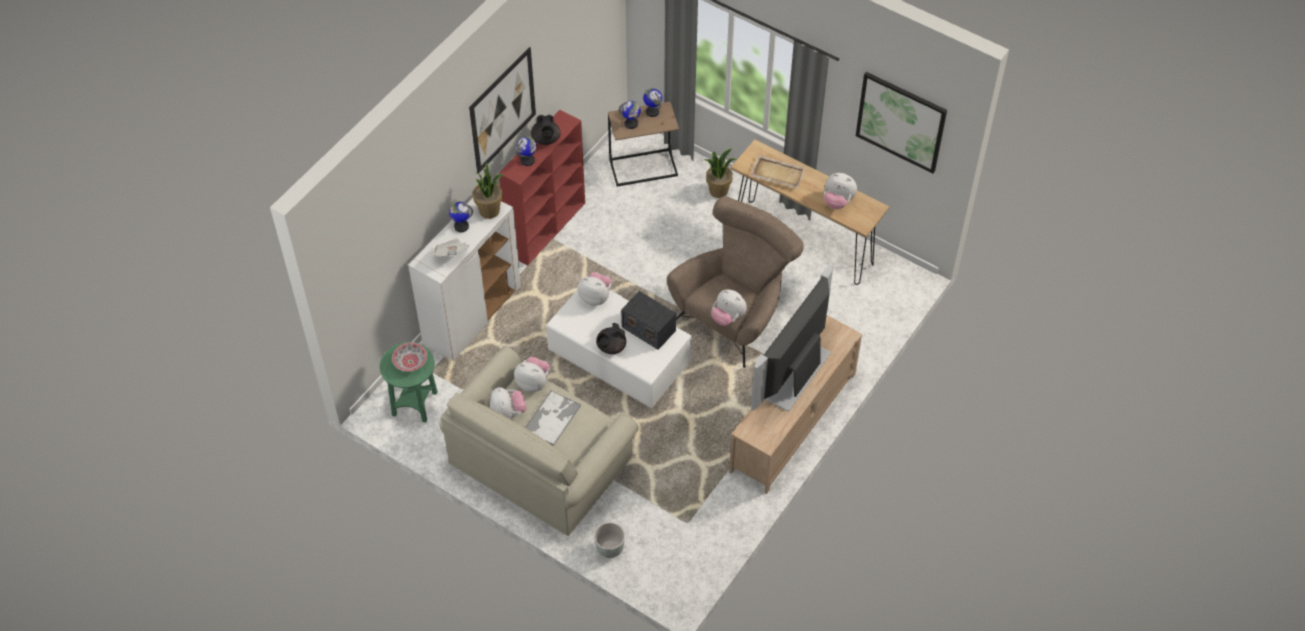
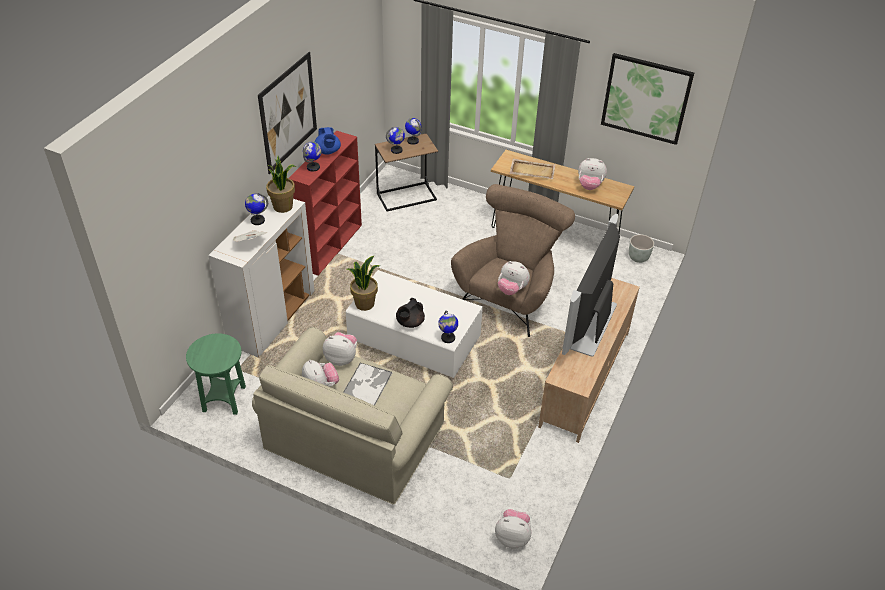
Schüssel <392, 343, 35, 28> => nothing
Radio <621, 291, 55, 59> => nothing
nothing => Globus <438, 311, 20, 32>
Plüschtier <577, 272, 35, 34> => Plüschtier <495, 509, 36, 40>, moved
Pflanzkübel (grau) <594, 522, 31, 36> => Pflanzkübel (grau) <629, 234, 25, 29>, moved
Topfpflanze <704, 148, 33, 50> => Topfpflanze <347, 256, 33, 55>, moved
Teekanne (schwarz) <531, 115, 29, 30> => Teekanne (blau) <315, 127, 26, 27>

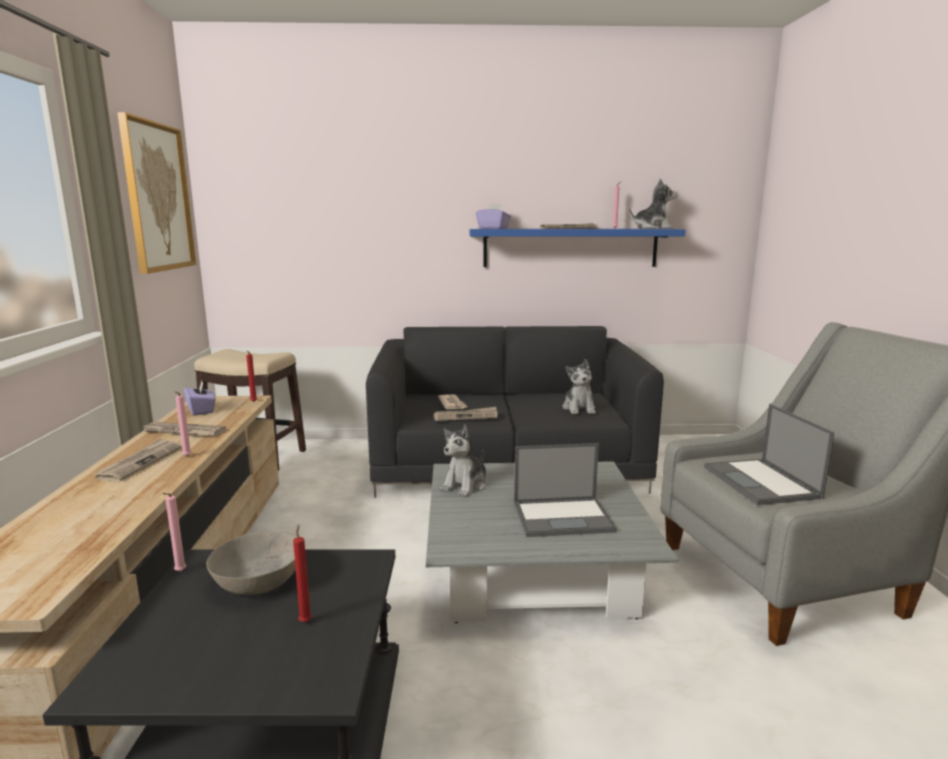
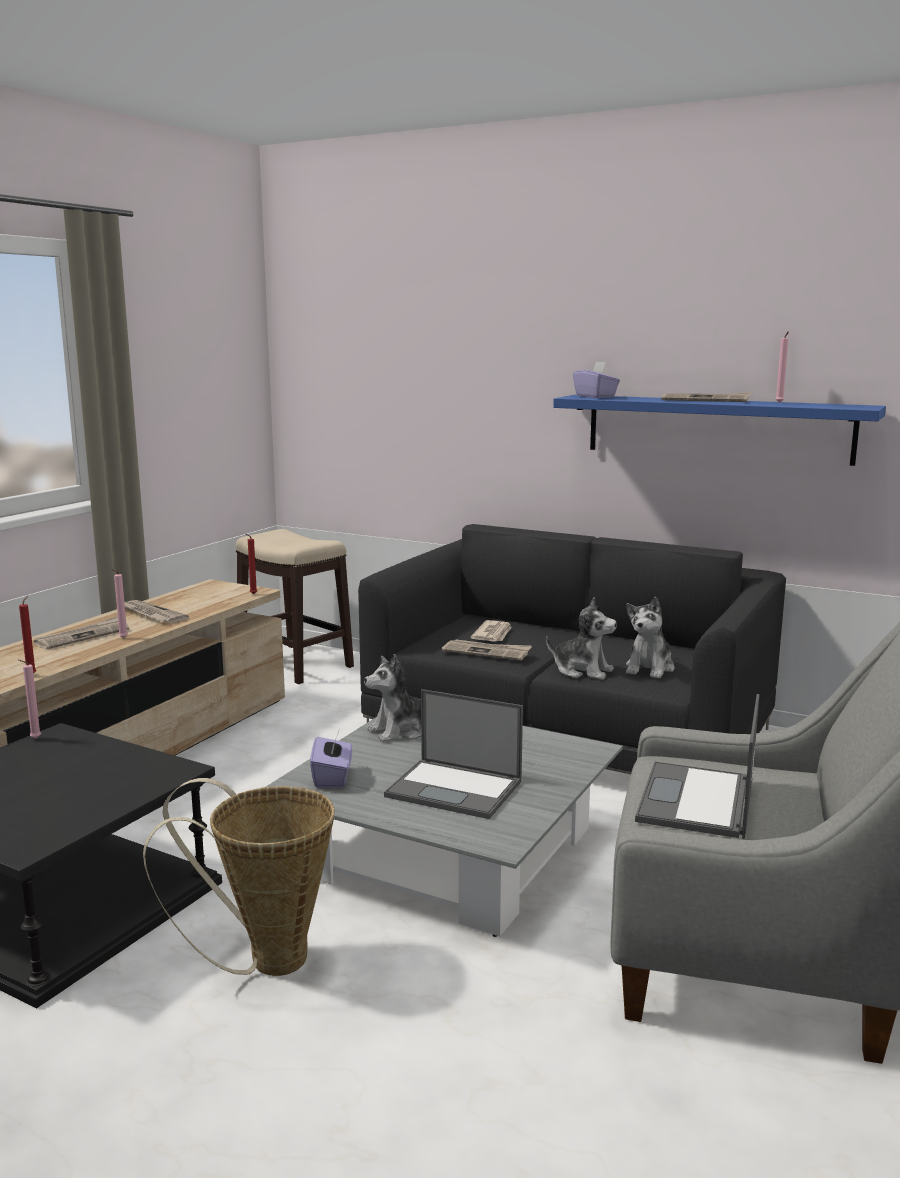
Bild <117, 112, 79, 162> => nothing
Schüssel (grau) <207, 531, 90, 64> => nothing
nothing => Korb <143, 778, 192, 198>
Taschentuchbox (lila) <184, 381, 32, 35> => Taschentuchbox (lila) <310, 732, 42, 56>, moved
Kerze (rot) <293, 524, 19, 98> => Kerze (rot) <19, 595, 17, 79>, moved
Plüschtier <629, 178, 49, 51> => Plüschtier <546, 597, 71, 83>, moved

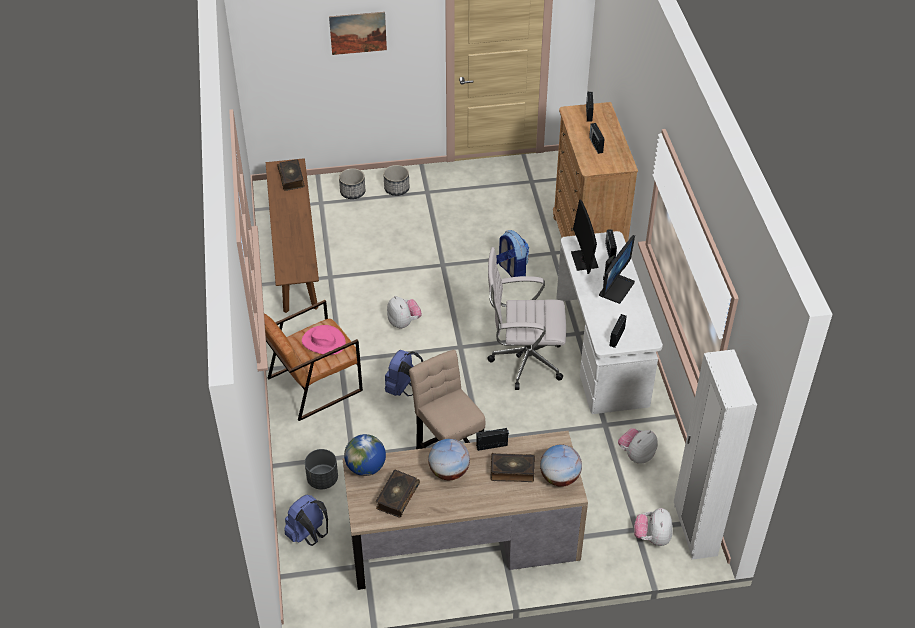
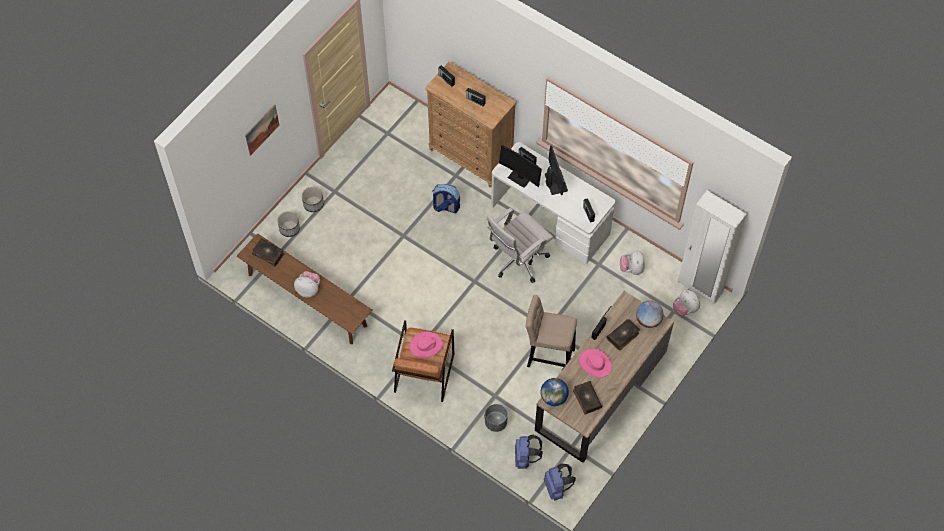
Rucksack (blau) <385, 350, 38, 46> => Rucksack (blau) <544, 463, 32, 38>, moved
Plüschtier <387, 296, 35, 33> => Plüschtier <294, 271, 26, 27>, moved
Globus <428, 439, 42, 41> => Hut (rosa) <579, 349, 33, 29>

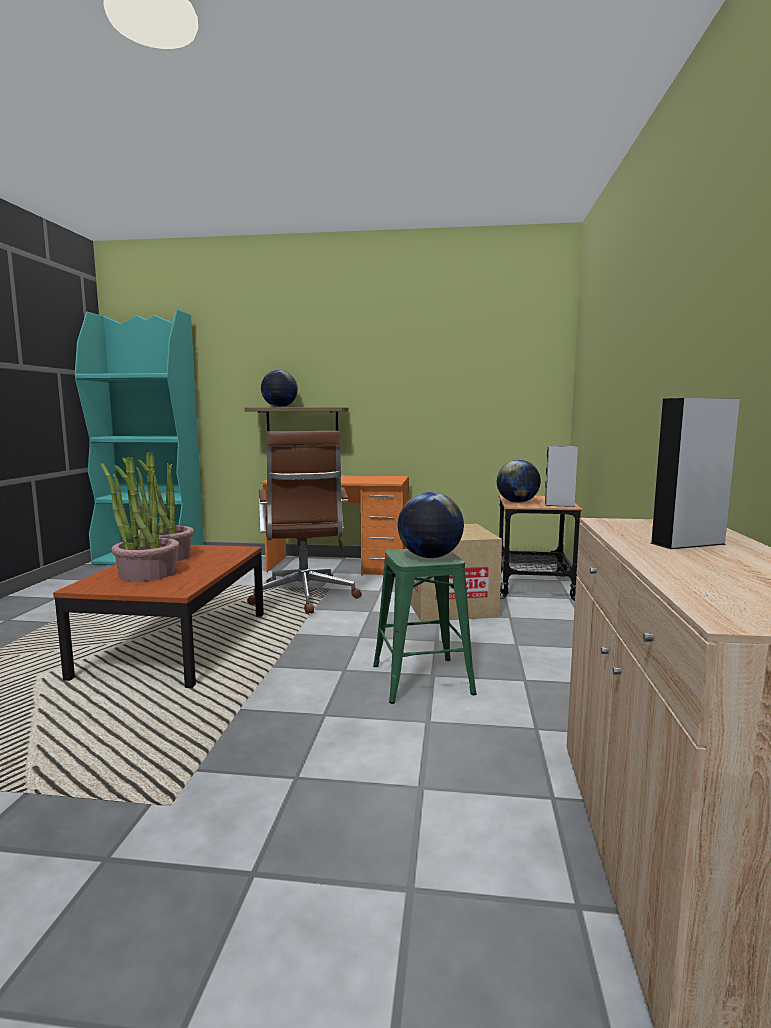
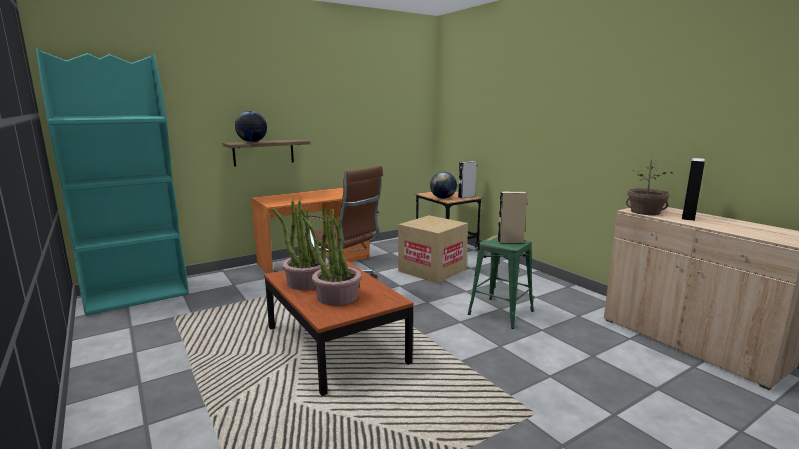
nothing => Topfpflanze <626, 157, 47, 58>
Globus <398, 492, 66, 66> => Lautsprecher (beige) <498, 191, 29, 53>

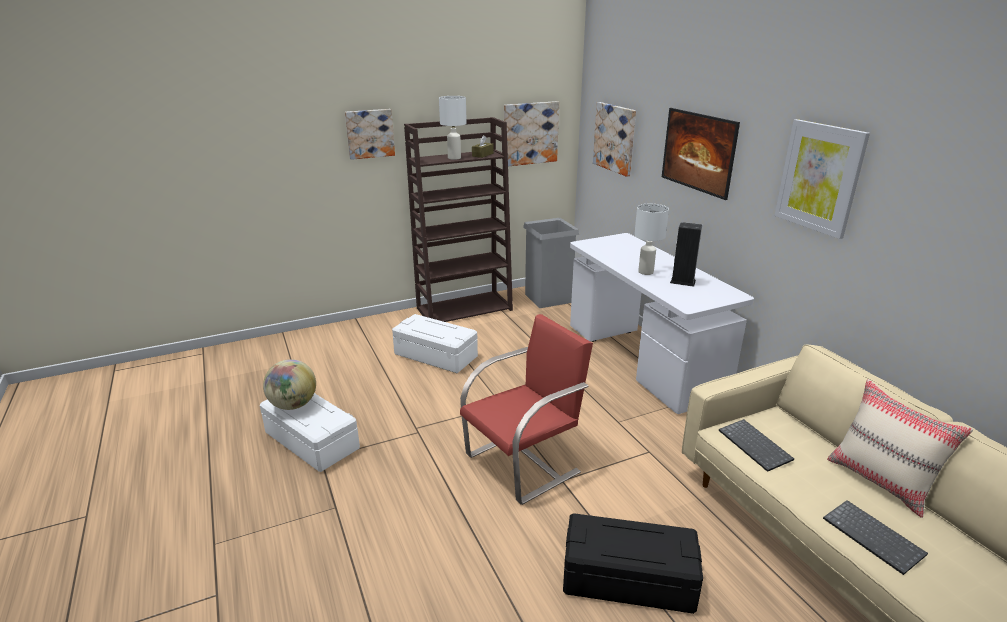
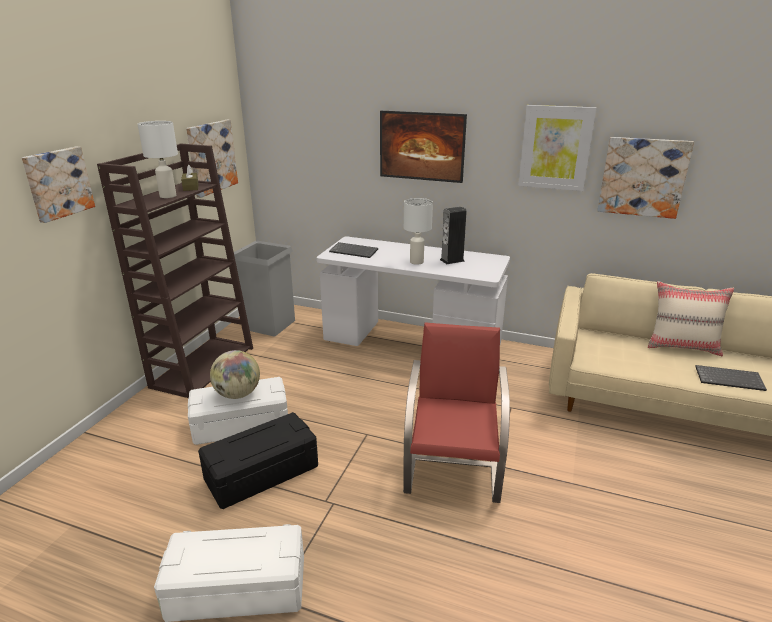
Globus <263, 359, 53, 51> => Globus <210, 350, 50, 49>, moved
Aufbewahrungsbox (schwarz) <563, 513, 140, 101> => Aufbewahrungsbox (schwarz) <198, 412, 120, 97>, moved
Bild <593, 102, 43, 75> => Bild <597, 137, 97, 82>, moved
Tastatur <719, 419, 75, 53> => Tastatur <329, 242, 49, 16>, moved

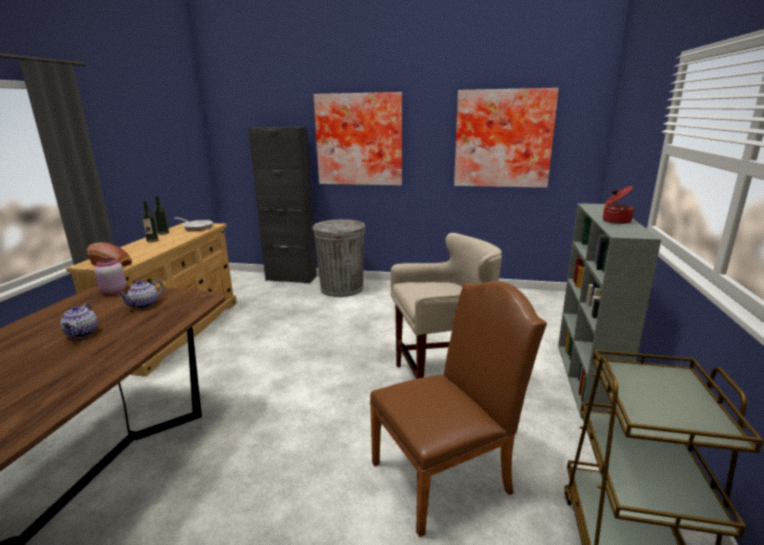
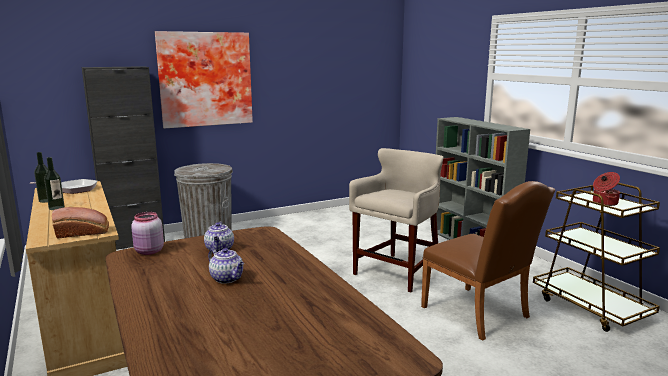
Bild <454, 88, 105, 100> => nothing
Kochtopf <603, 186, 32, 38> => Kochtopf <593, 172, 27, 34>, moved
Stuhl (braun) <369, 281, 178, 256> => Stuhl (braun) <421, 181, 134, 160>, 120 degrees clockwise

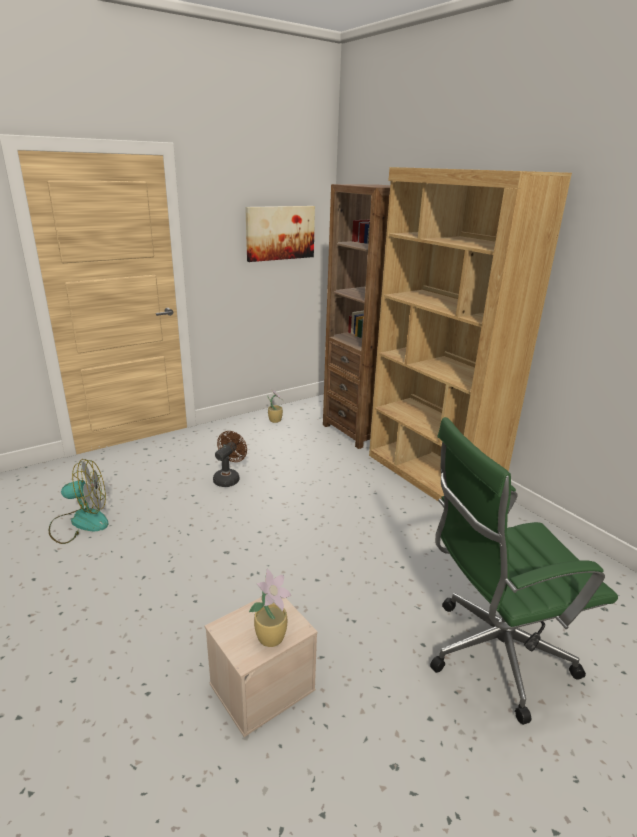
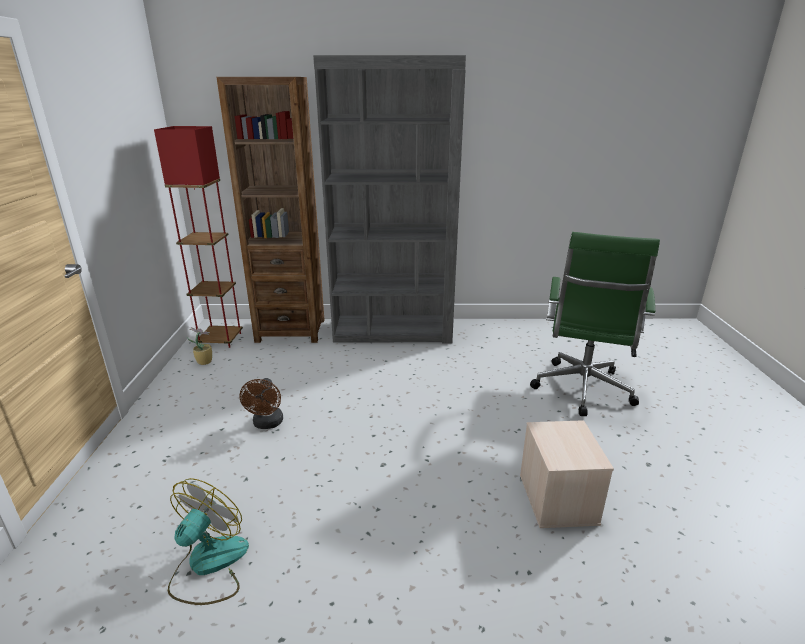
Bild <245, 206, 70, 56> => nothing
Topfpflanze <249, 569, 42, 78> => nothing
nothing => Stehlampe (rot) <154, 126, 89, 222>
Bücherregal (braun) <369, 167, 203, 335> => Bücherregal (grau) <313, 55, 153, 288>
Ventilator (braun) <213, 431, 34, 56> => Ventilator (braun) <239, 378, 44, 51>, 150 degrees counterclockwise

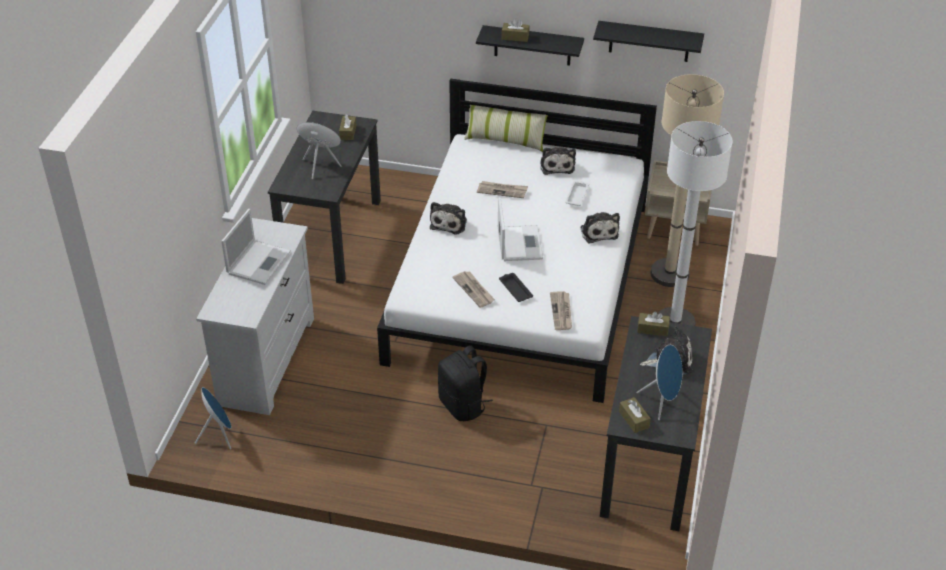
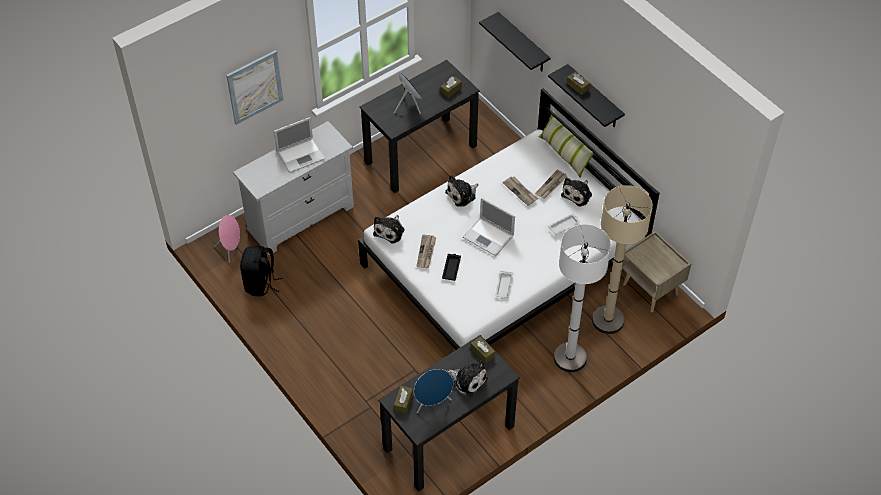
nothing => Bild <226, 50, 57, 75>
nothing => Tablett (weiß) <495, 271, 19, 28>
Rucksack (schwarz) <438, 345, 55, 76> => Rucksack (schwarz) <240, 247, 43, 49>, moved
Zeitung <550, 291, 22, 39> => Zeitung <535, 170, 32, 29>, moved
Plüschtier <580, 212, 40, 31> => Plüschtier <373, 215, 31, 29>, moved
Wandregal (schwarz) <593, 21, 111, 41> => Wandregal (schwarz) <479, 12, 72, 60>, moved
Lautsprecher (blau) <195, 387, 36, 62> => Lautsprecher (rosa) <214, 215, 26, 48>
Laptop <498, 197, 45, 64> => Laptop <463, 198, 52, 58>, 90 degrees clockwise

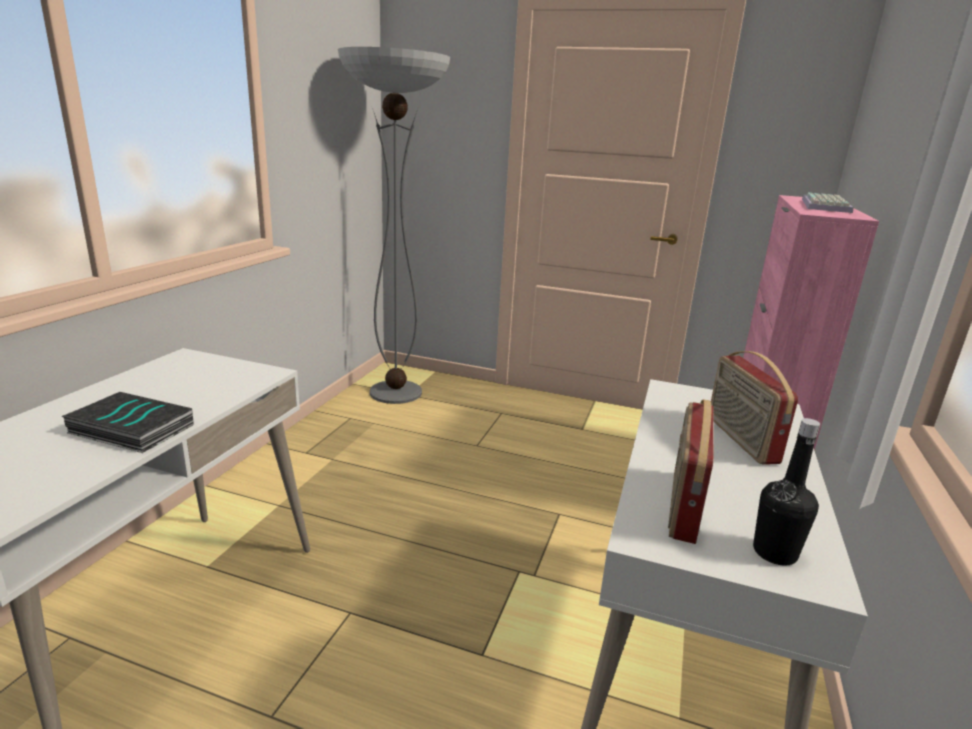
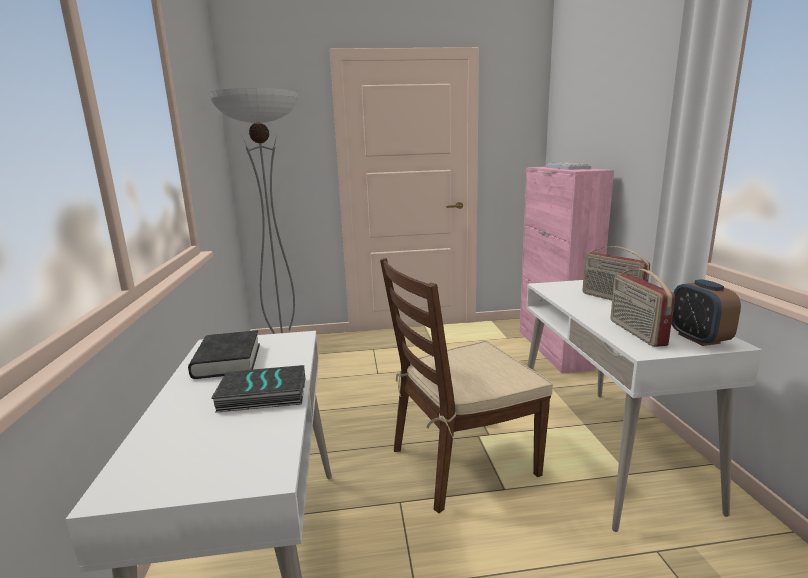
nothing => Buch (schwarz) <188, 330, 72, 49>
nothing => Stuhl (braun) <380, 258, 173, 255>
Flasche (schwarz) <753, 418, 67, 148> => Wecker <671, 279, 70, 67>

